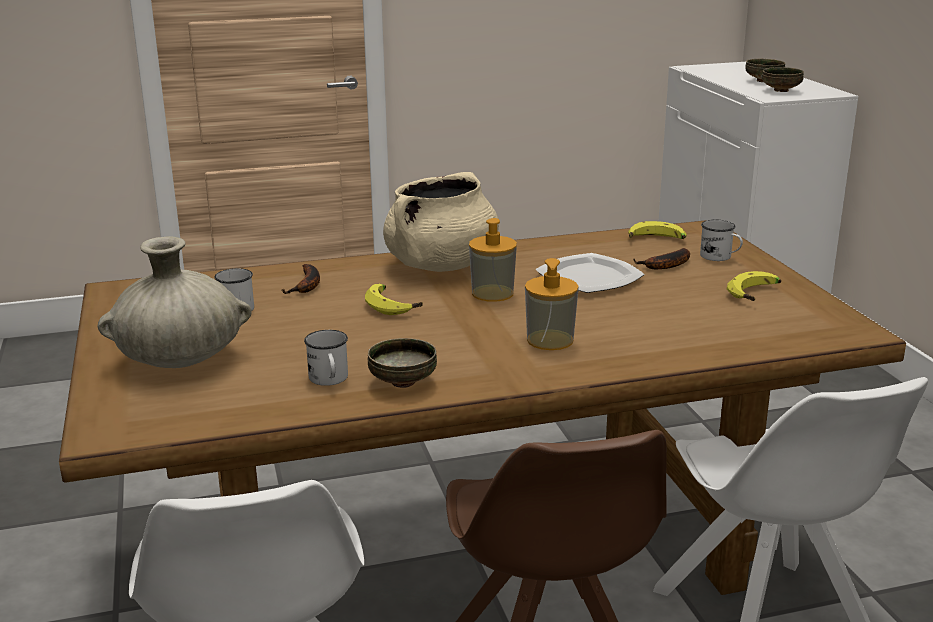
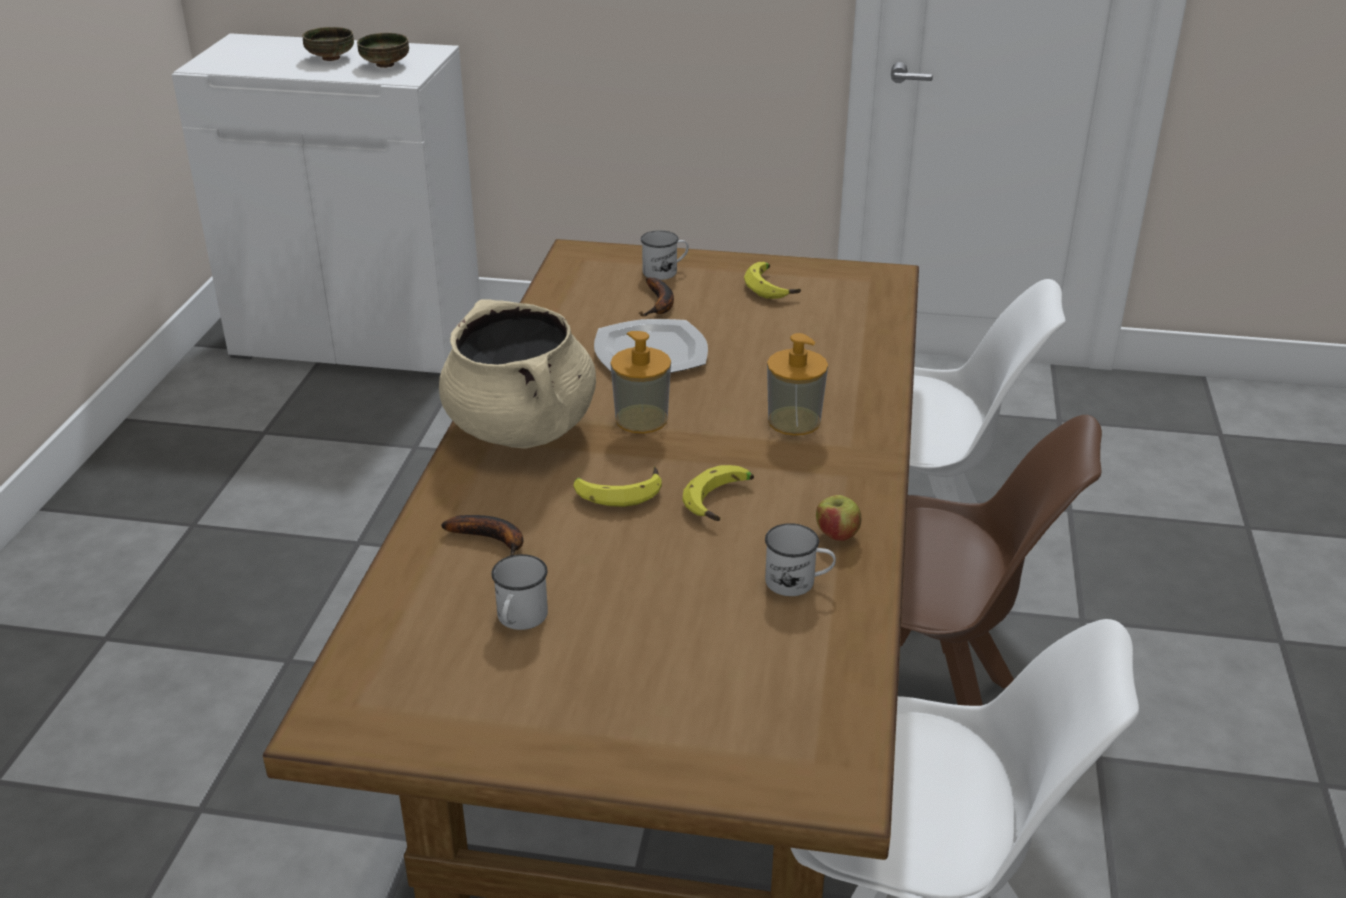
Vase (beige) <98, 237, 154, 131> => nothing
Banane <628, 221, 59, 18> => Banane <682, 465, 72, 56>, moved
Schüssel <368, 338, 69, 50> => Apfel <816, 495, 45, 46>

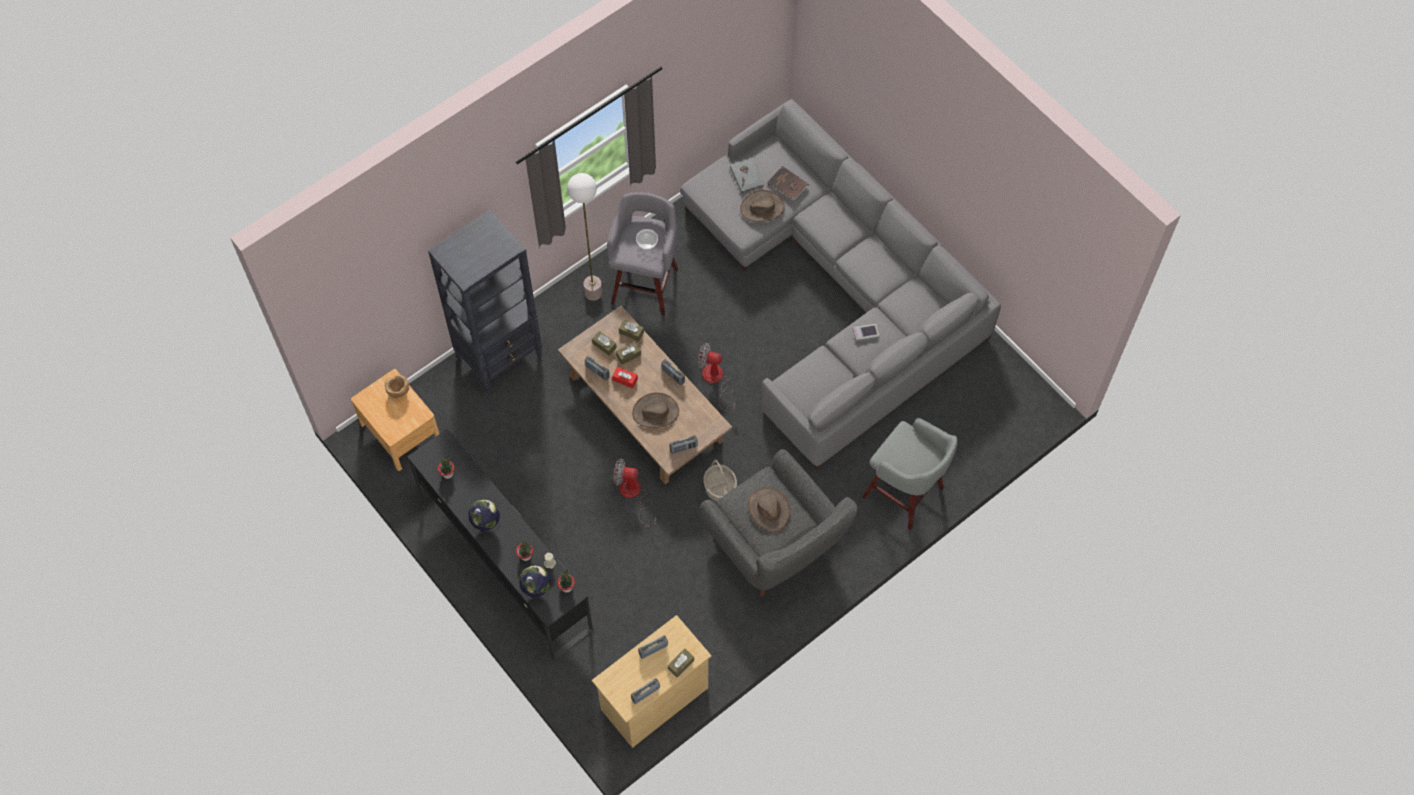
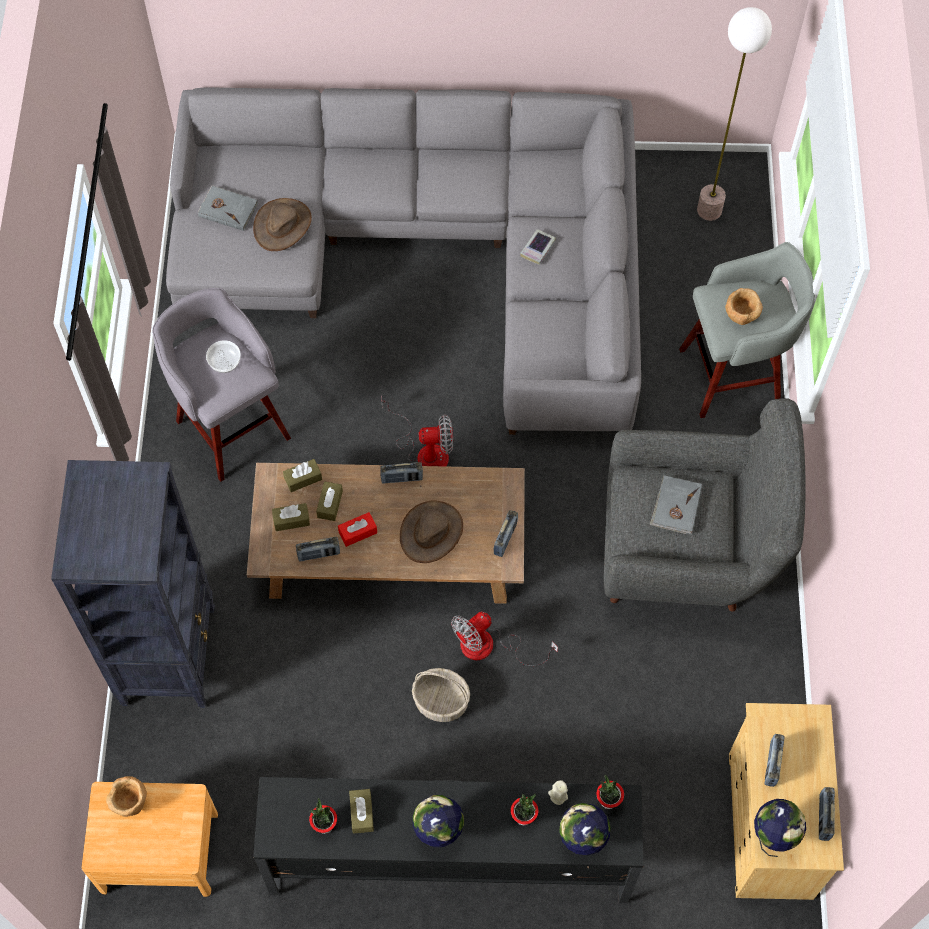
Buch (braun) <767, 166, 41, 36> => nothing
nothing => Schüssel (braun) <725, 288, 38, 37>
nothing => Globus <754, 799, 52, 58>
Stehlampe <567, 173, 35, 128> => Stehlampe <697, 7, 75, 214>, moved
Taschentuchbox (braun) <668, 649, 26, 28> => Taschentuchbox (braun) <349, 789, 25, 45>, moved
Korb <703, 459, 34, 43> => Korb <412, 668, 58, 54>, moved
Hut (braun) <748, 488, 42, 43> => Buch (grau) <650, 475, 52, 59>
Ventilator <698, 343, 37, 69> => Ventilator <381, 395, 72, 72>, 150 degrees counterclockwise

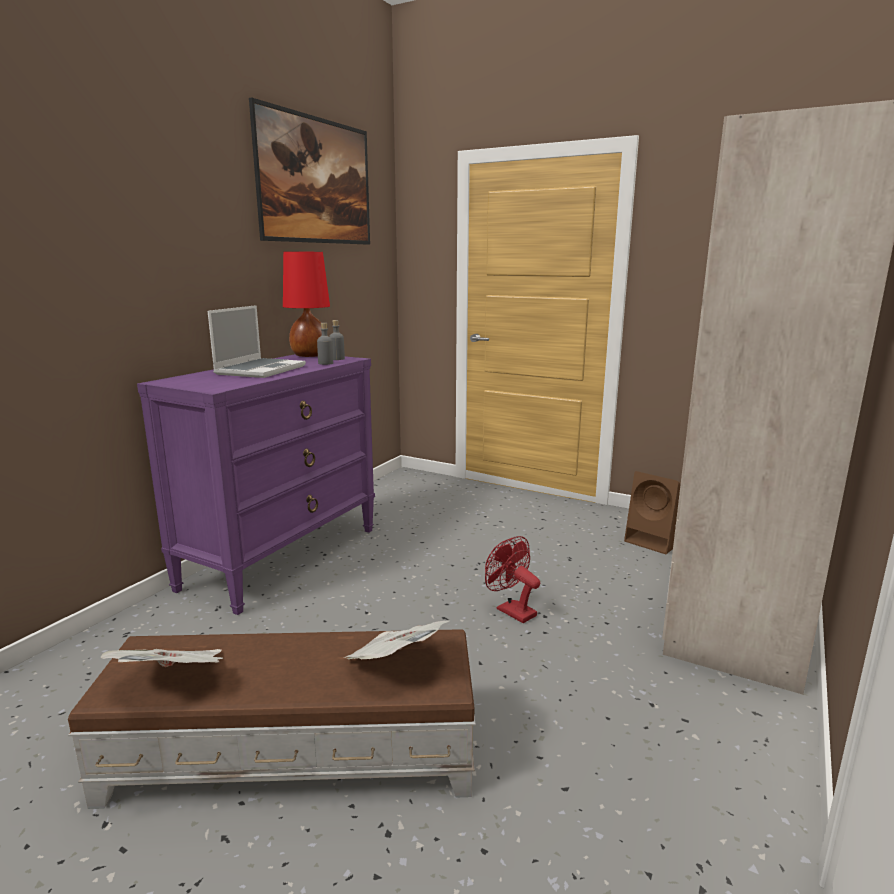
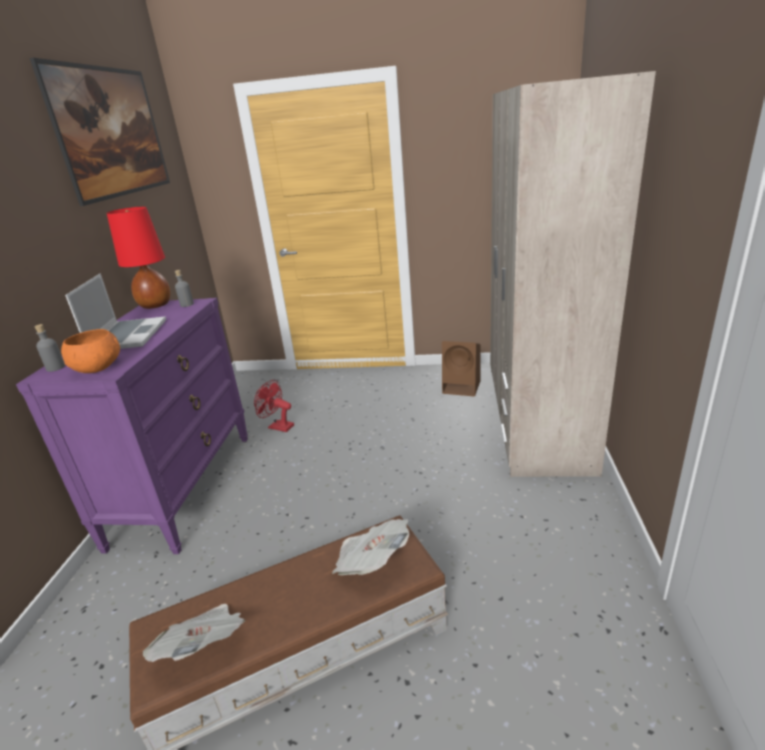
nothing => Schüssel (orange) <61, 329, 59, 44>
Flasche (grau) <317, 323, 16, 42> => Flasche (grau) <34, 324, 31, 48>, moved
Ventilator (rot) <485, 536, 55, 87> => Ventilator (rot) <254, 380, 40, 52>, moved

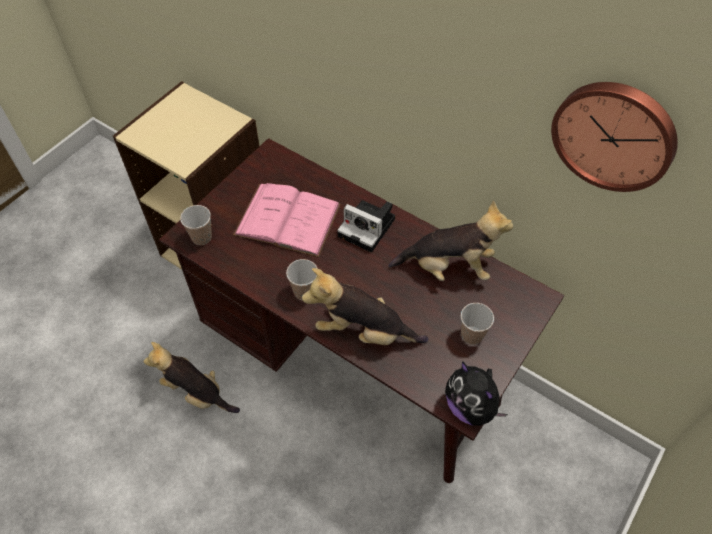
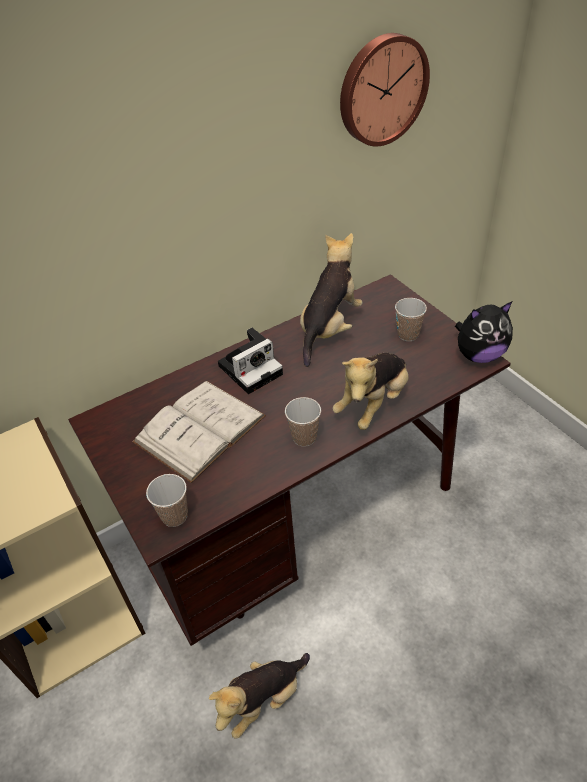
Buch (rosa) <233, 183, 108, 74> => Buch (weiß) <133, 381, 133, 102>

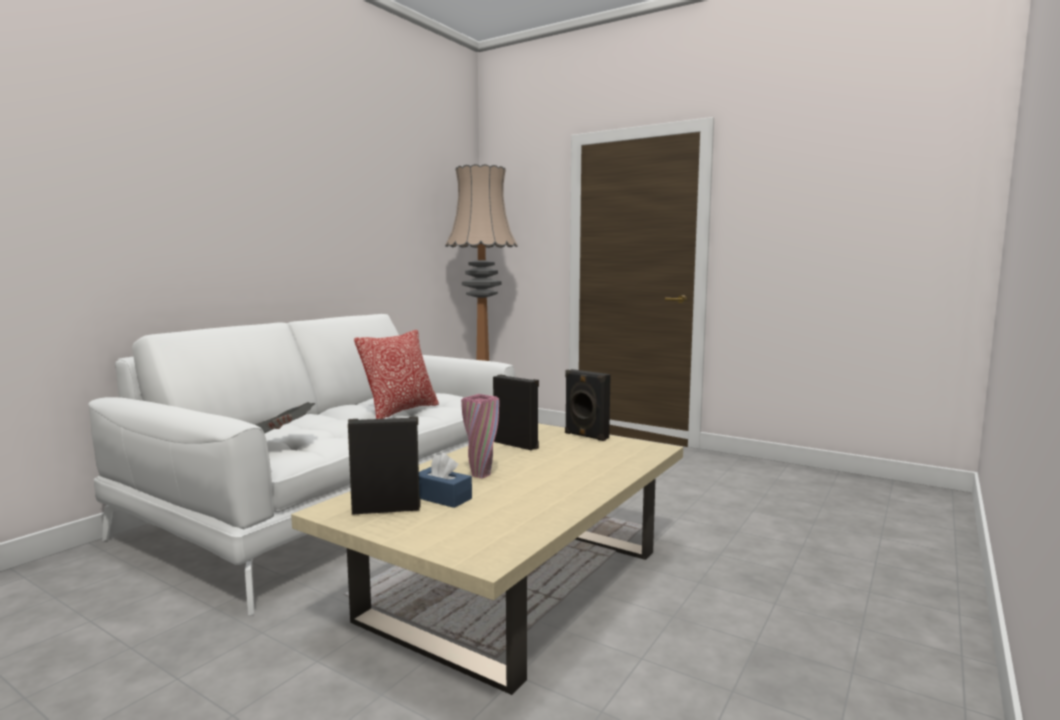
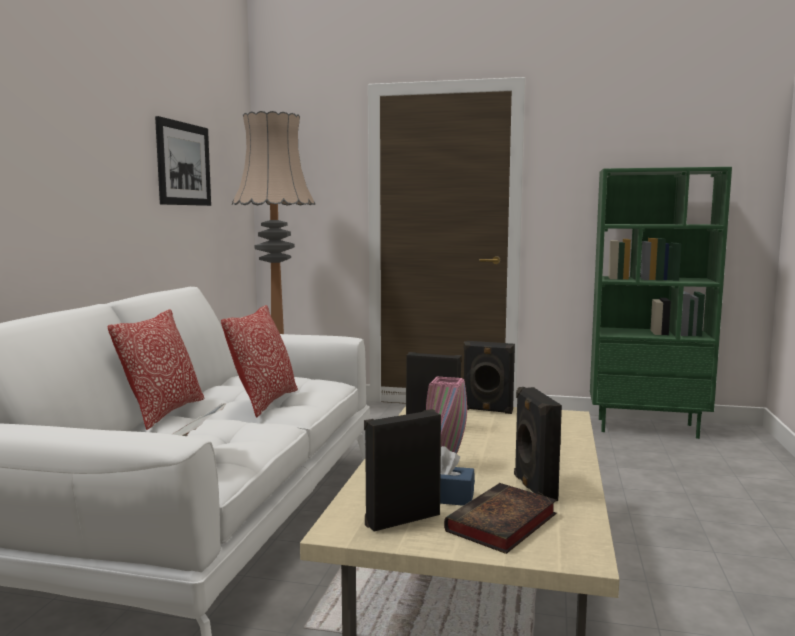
nothing => Kissen <108, 309, 97, 121>
nothing => Bild <155, 116, 56, 90>
nothing => Buch <444, 483, 113, 71>
nothing => Lautsprecher (schwarz) <514, 387, 48, 114>
nothing => Bücherregal (grün) <590, 167, 142, 272>

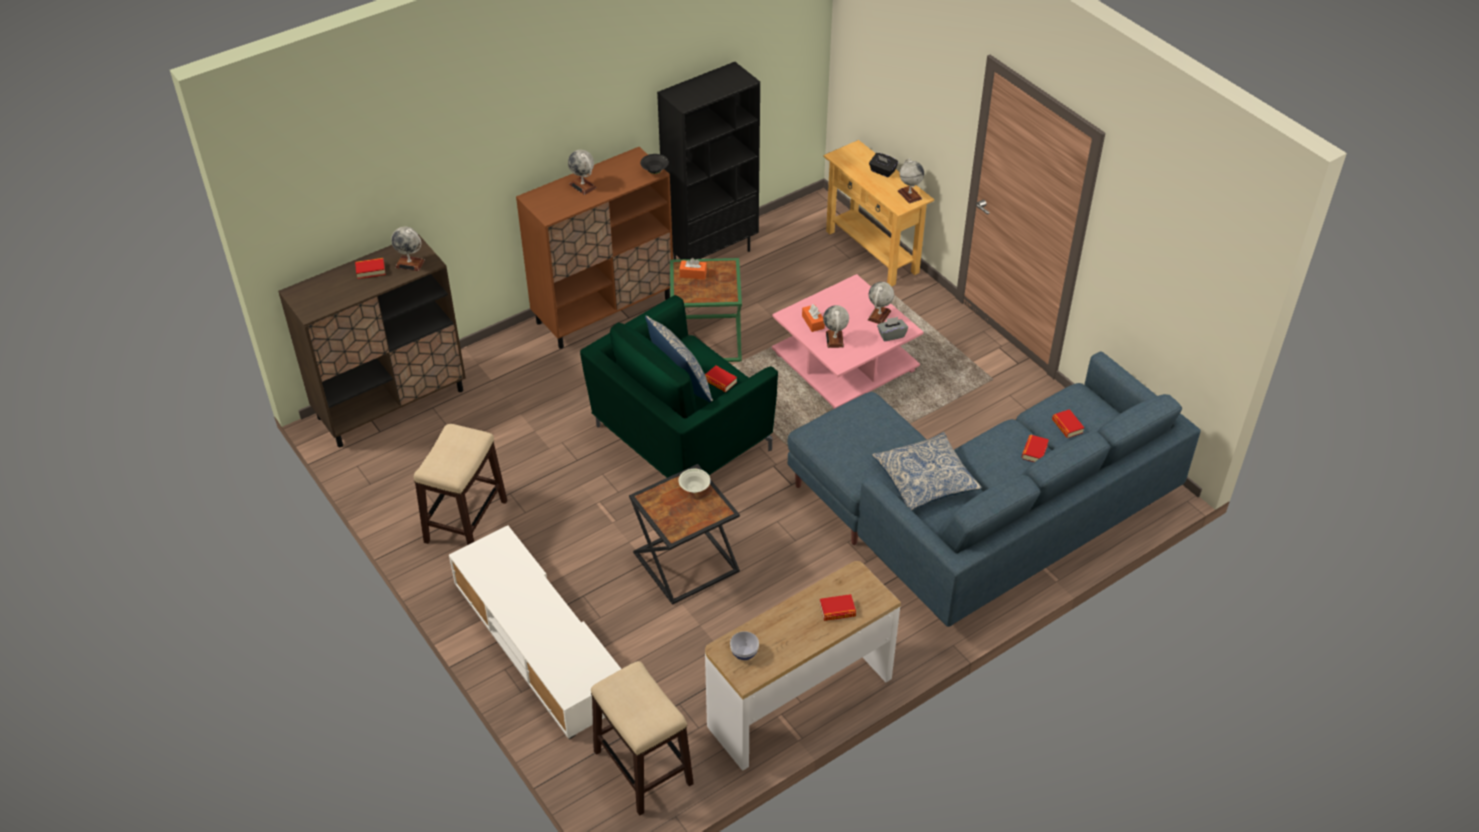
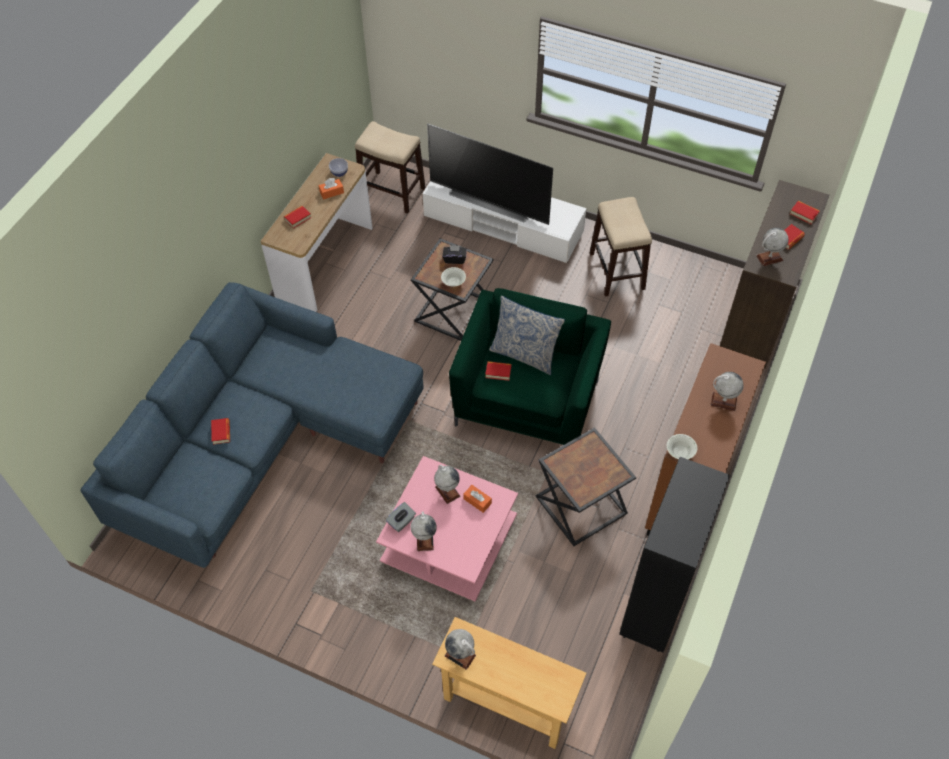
Kissen <872, 432, 110, 78> => nothing
nothing => Fernseher <427, 123, 126, 102>
Taschentuchbox (orange) <679, 258, 28, 21> => Taschentuchbox (orange) <319, 178, 25, 21>, moved
Taschentuchbox (schwarz) <869, 153, 29, 24> => Taschentuchbox (schwarz) <442, 245, 25, 19>, moved
Buch <1052, 409, 32, 29> => Buch <790, 201, 30, 23>, moved
Schüssel (schwarz) <640, 154, 29, 20> => Schüssel (weiß) <667, 434, 30, 25>
Beistelltisch (grün) <670, 258, 72, 104> => Beistelltisch (schwarz) <536, 427, 100, 119>

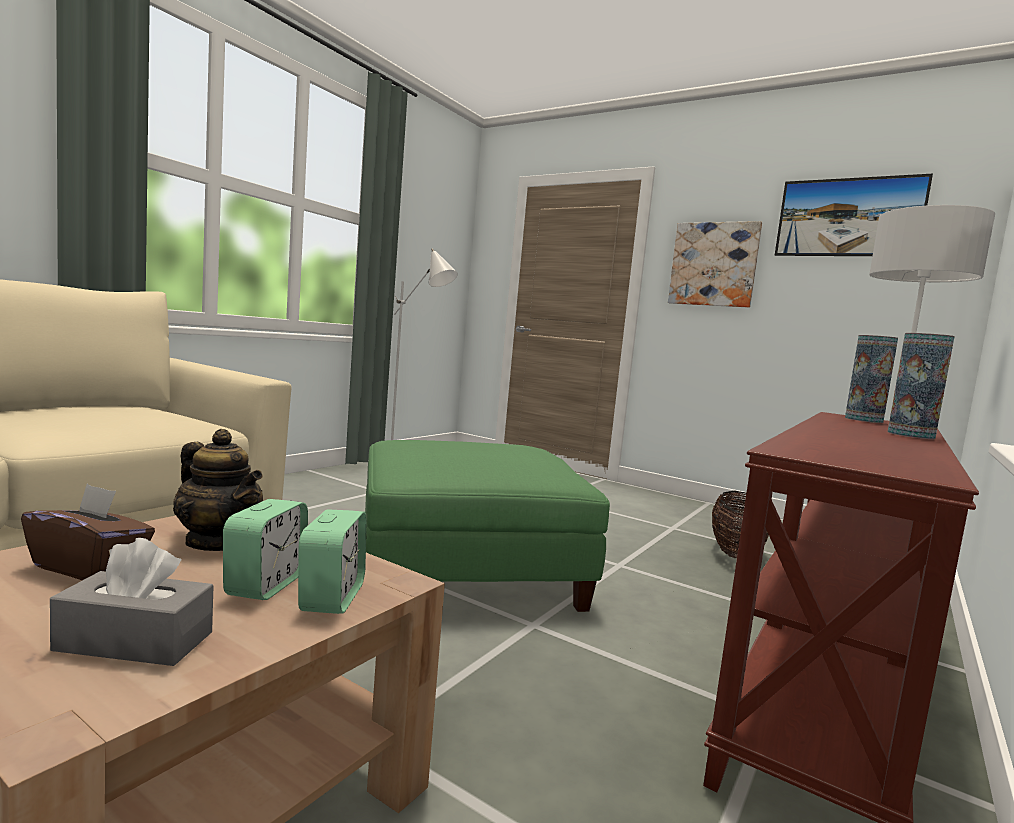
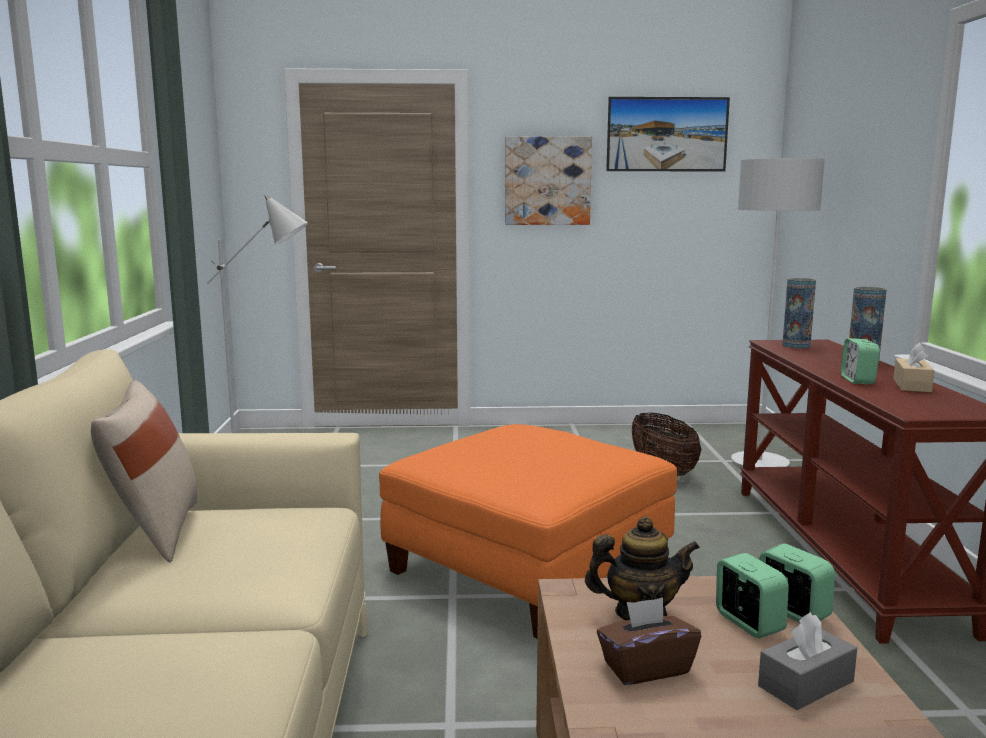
nothing => Kissen (beige) <91, 380, 106, 182>
nothing => Wecker <841, 338, 39, 46>
nothing => Taschentuchbox (beige) <893, 343, 42, 49>
Polsterhocker (grün) <365, 440, 245, 172> => Polsterhocker (orange) <379, 424, 298, 215>

